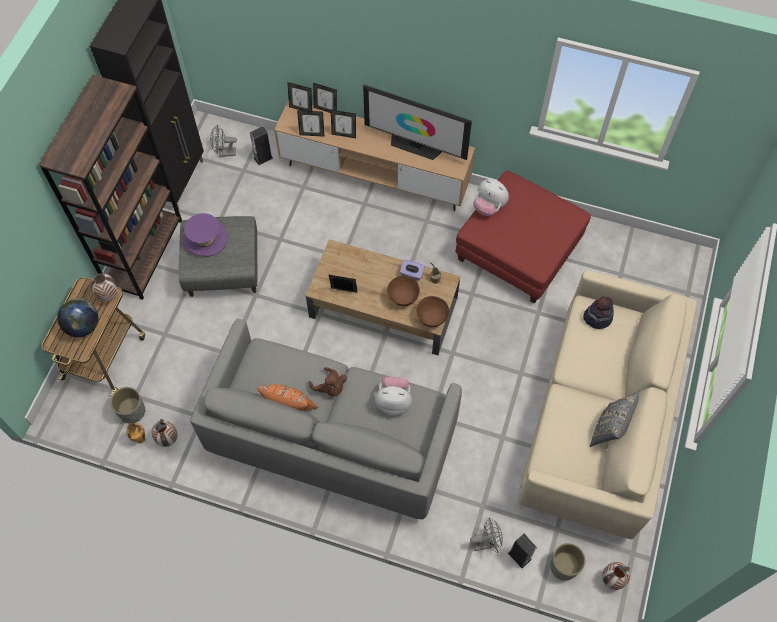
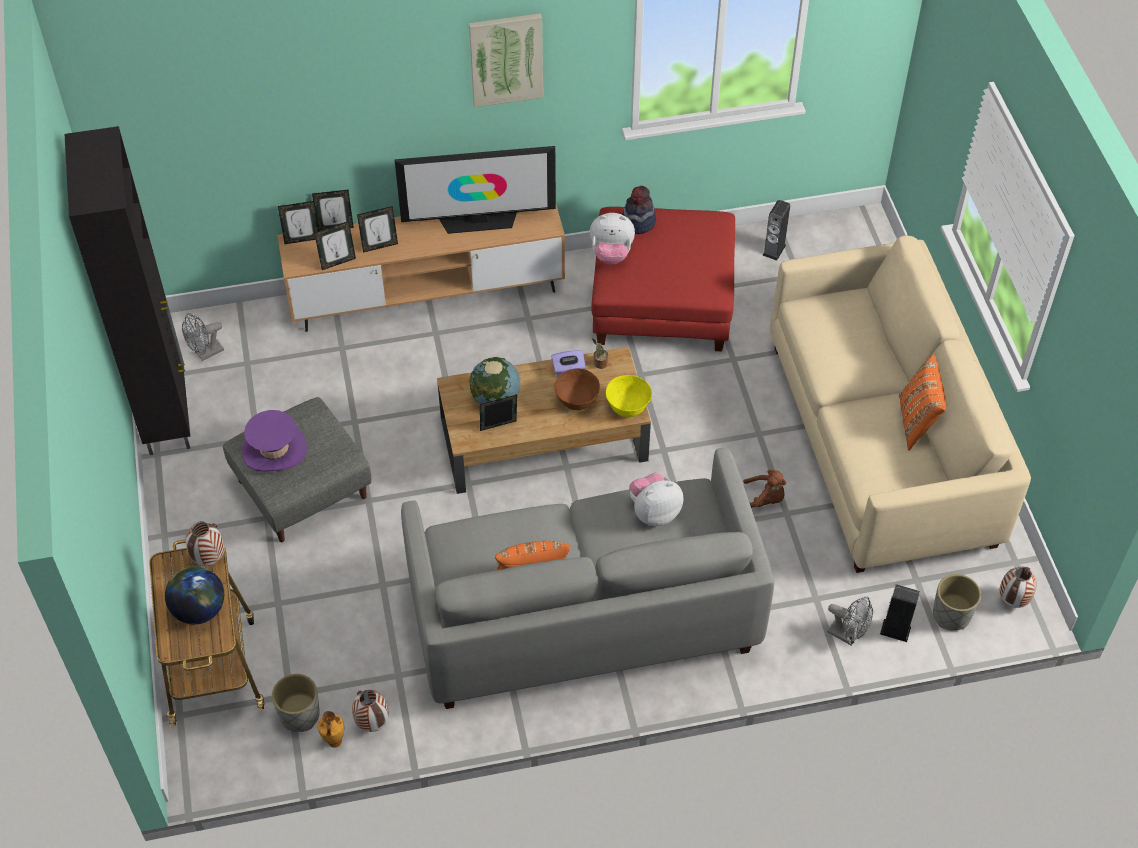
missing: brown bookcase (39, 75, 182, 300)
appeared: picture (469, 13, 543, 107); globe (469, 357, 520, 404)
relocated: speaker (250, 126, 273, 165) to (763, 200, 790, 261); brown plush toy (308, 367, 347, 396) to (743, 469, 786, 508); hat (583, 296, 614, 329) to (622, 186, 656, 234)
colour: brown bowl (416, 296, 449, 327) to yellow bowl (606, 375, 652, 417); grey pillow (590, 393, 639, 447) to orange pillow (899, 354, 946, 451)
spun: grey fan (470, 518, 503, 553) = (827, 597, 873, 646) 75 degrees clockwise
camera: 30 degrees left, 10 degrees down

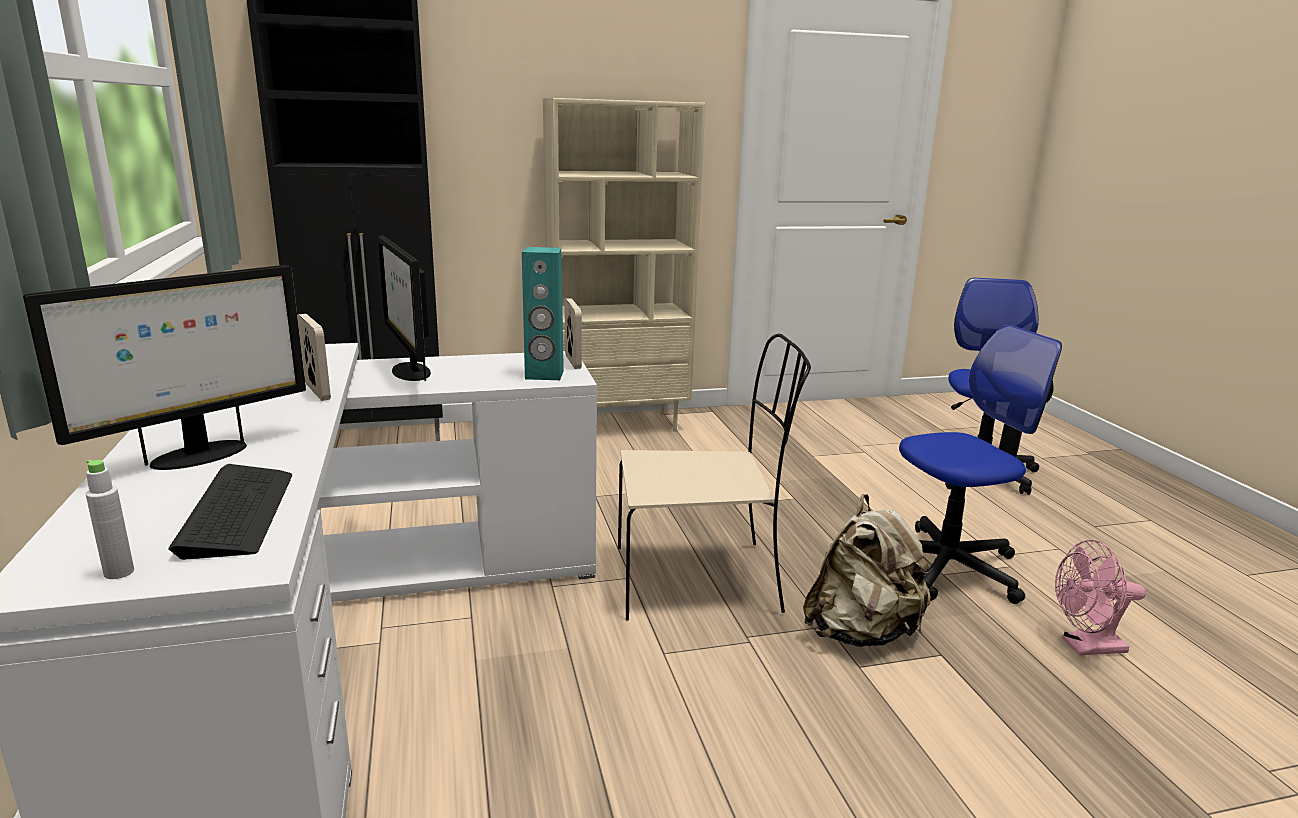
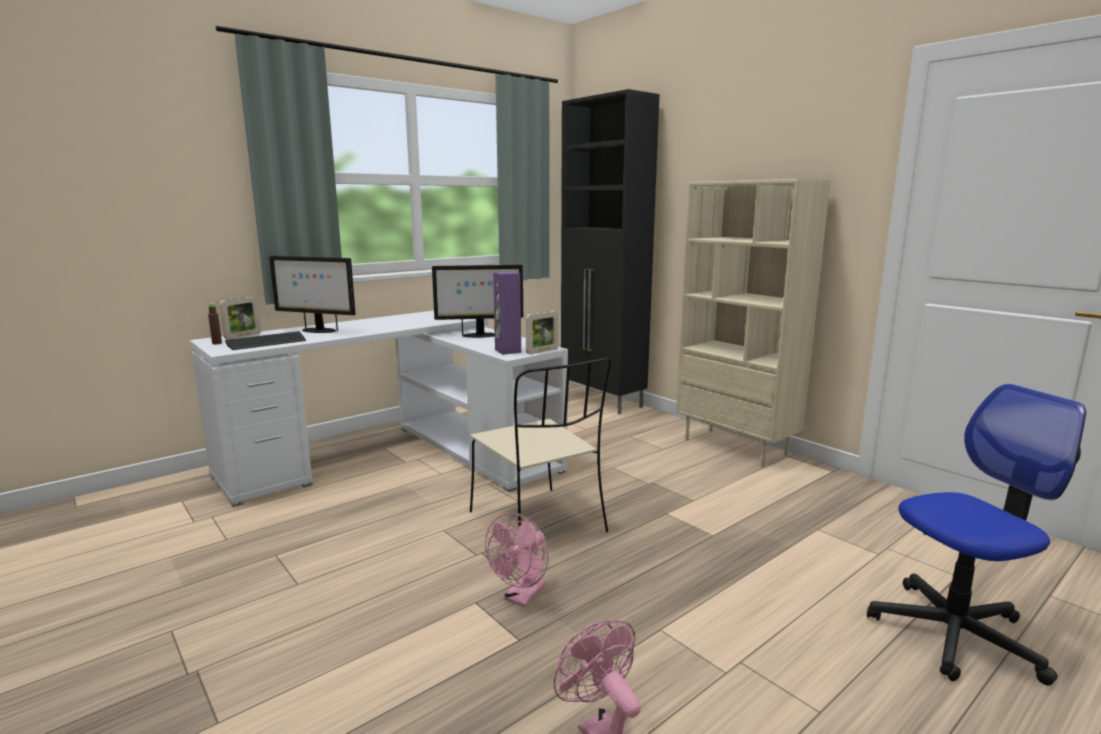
missing: office chair (899, 325, 1062, 604)
relocated: picture frame (297, 314, 331, 401) to (219, 296, 261, 339)
exchanged: beige backpack (803, 494, 933, 647) to pink fan (485, 513, 549, 607)
colour: grey bottle (86, 460, 134, 579) to brown bottle (208, 303, 222, 345); turquoise speaker (522, 247, 564, 380) to purple speaker (493, 271, 521, 355)
spun: monitor (378, 235, 431, 381) = (432, 265, 523, 338) 135 degrees counterclockwise
camera: 65 degrees right, 5 degrees down

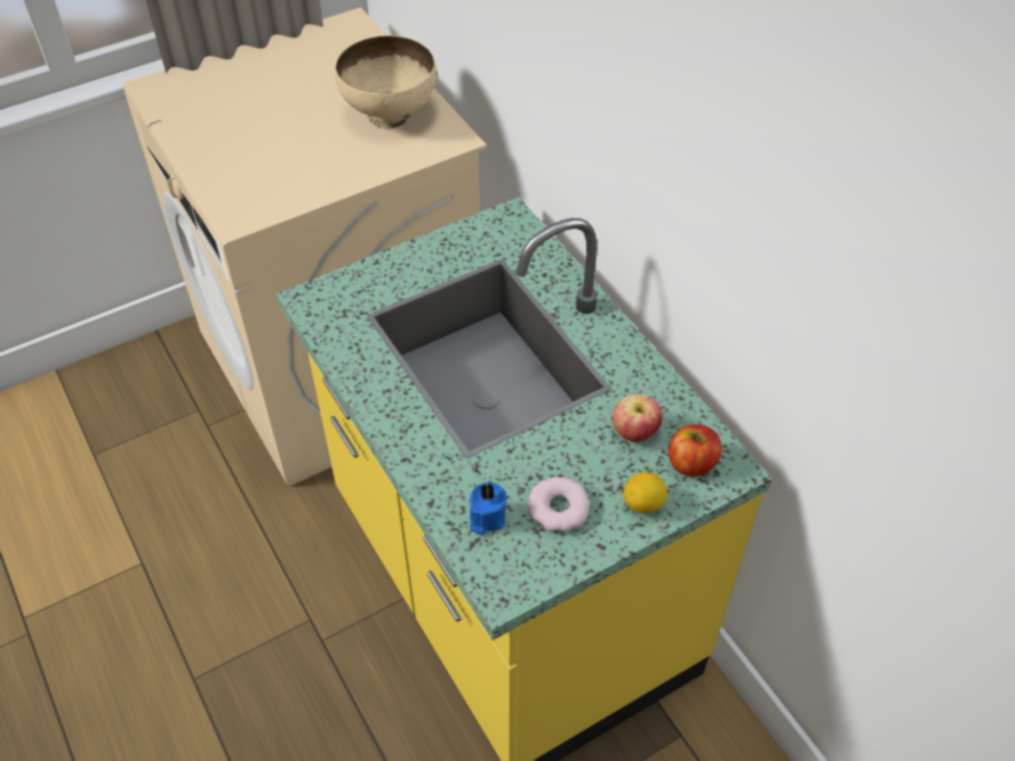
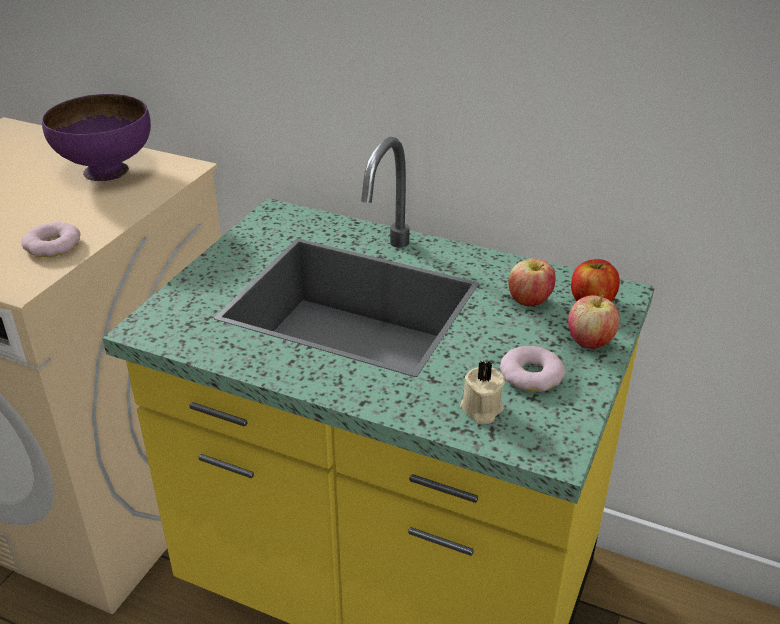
appeared: donut (21, 222, 80, 257)
exchanged: lemon (623, 472, 668, 513) to apple (568, 295, 620, 349)
colour: beige bowl (335, 35, 437, 129) to purple bowl (42, 94, 151, 181); blue candle (470, 482, 507, 535) to beige candle (460, 360, 505, 424)
camera: 35 degrees left, 15 degrees down

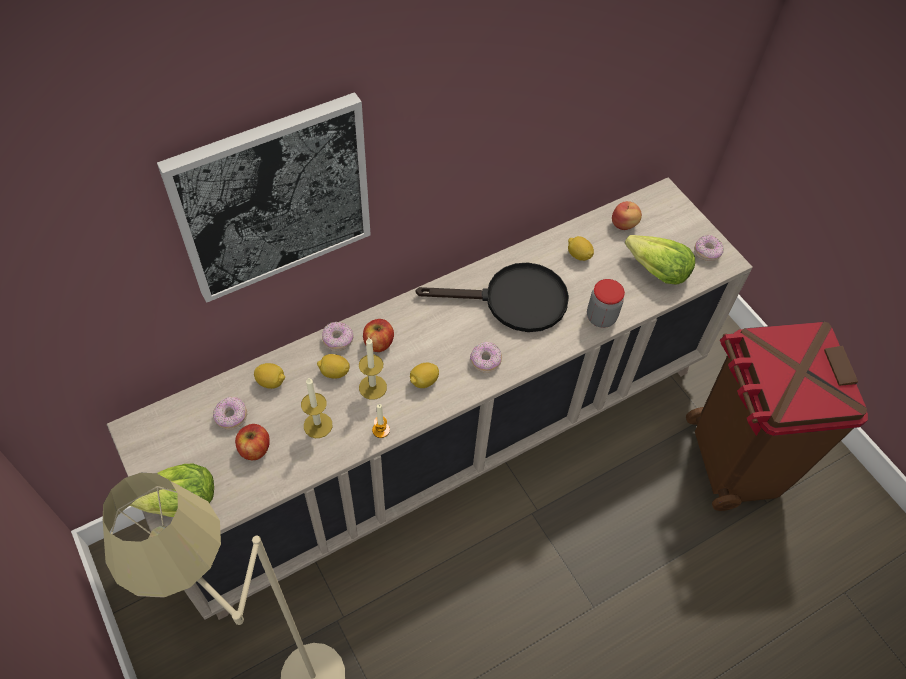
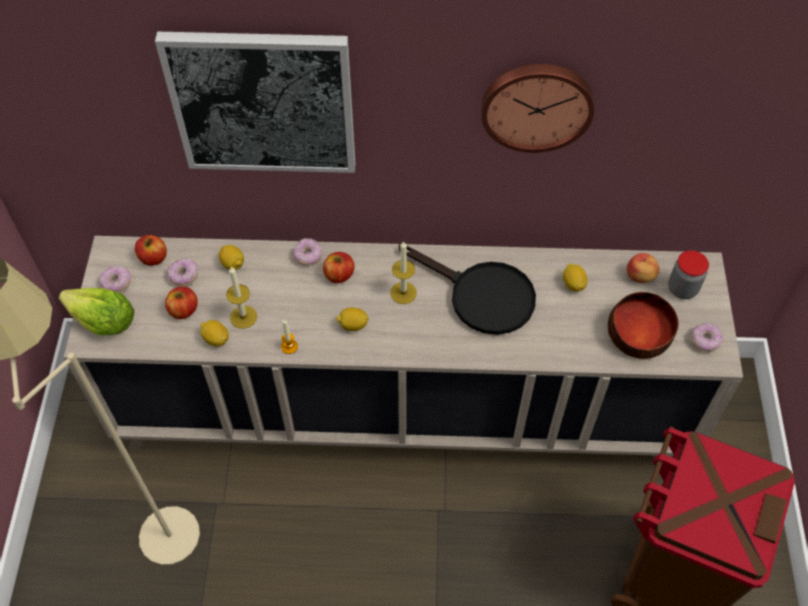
appeared: apple (135, 235, 167, 266); wall clock (482, 64, 594, 153)
relocated: lemon (317, 354, 350, 379) to (200, 320, 229, 346); candle (359, 338, 387, 400) to (390, 241, 417, 304); donut (470, 342, 502, 373) to (99, 266, 131, 293); jar (587, 279, 625, 328) to (668, 250, 709, 299)
exchanged: lettuce (625, 235, 695, 285) to bowl (608, 292, 679, 359)
camera: 35 degrees right, 0 degrees up

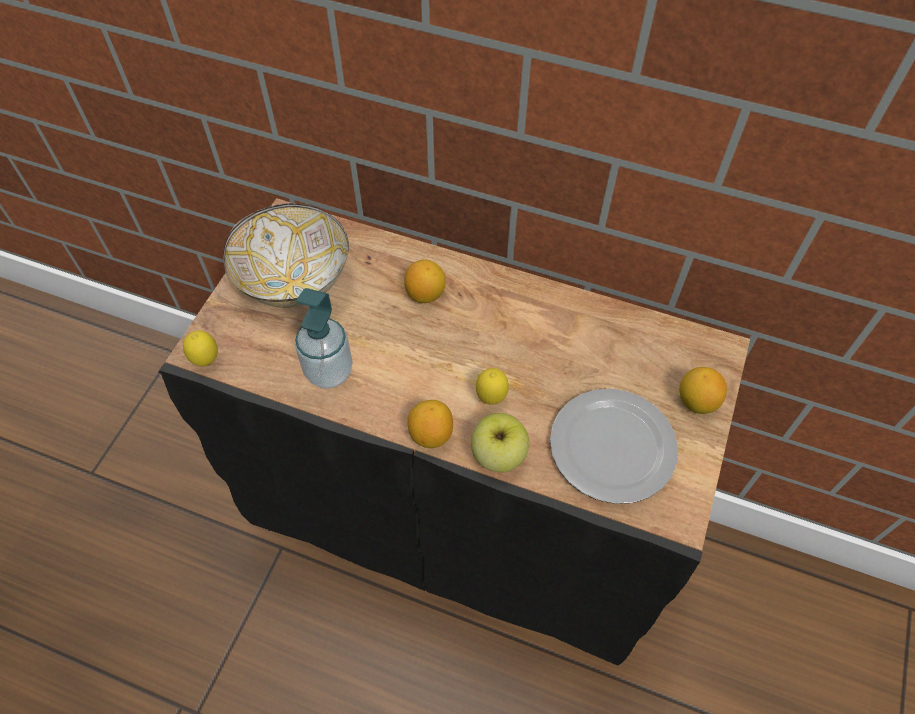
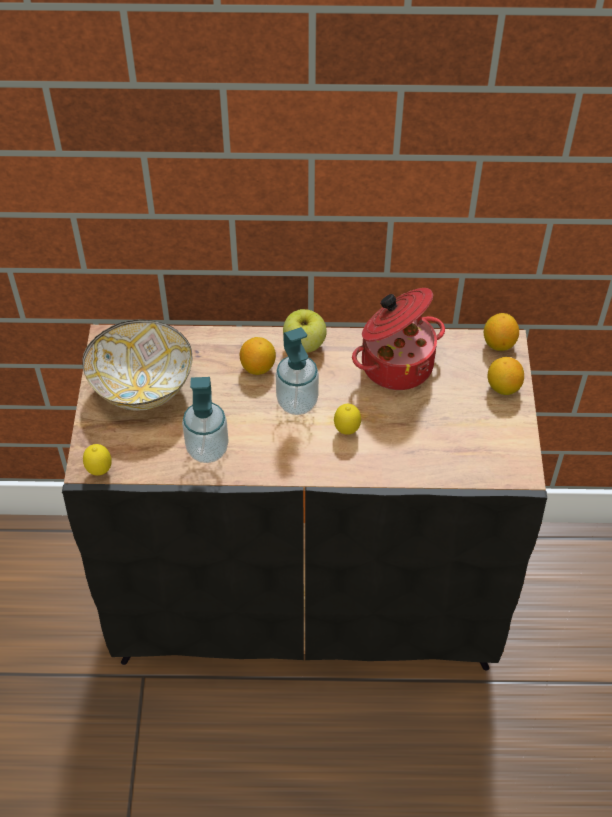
missing: plate (550, 389, 678, 504)
appeared: soap dispenser (276, 327, 319, 415); cooking pot (352, 288, 445, 390)
relocated: lemon (407, 400, 453, 448) to (484, 313, 519, 351); apple (471, 413, 529, 472) to (283, 309, 327, 353)
camera: 20 degrees left, 5 degrees down

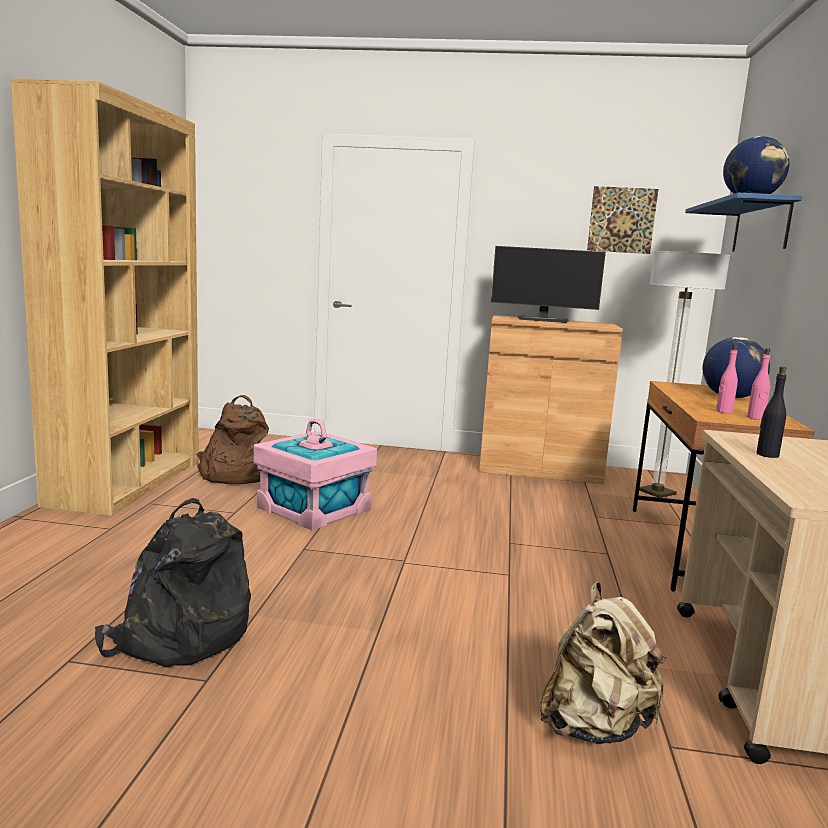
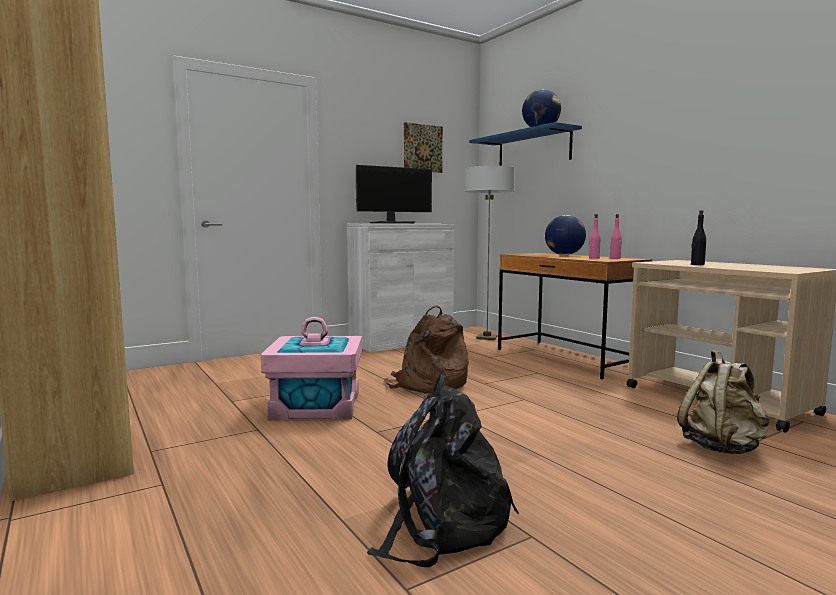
relocated: brown backpack (196, 395, 269, 484) to (384, 305, 469, 394)
colour: brown cabinet (479, 315, 623, 484) to white cabinet (347, 224, 454, 352)
camera: 40 degrees left, 5 degrees down

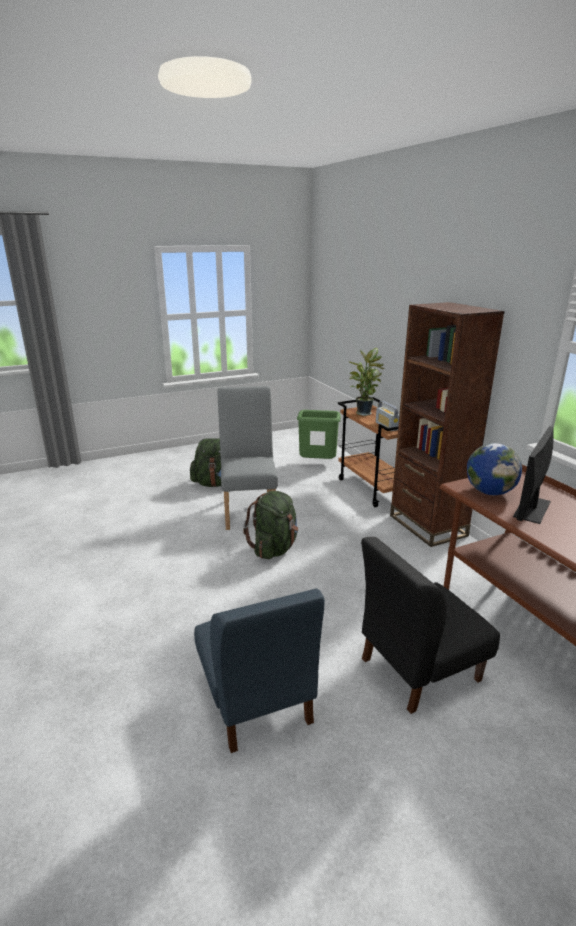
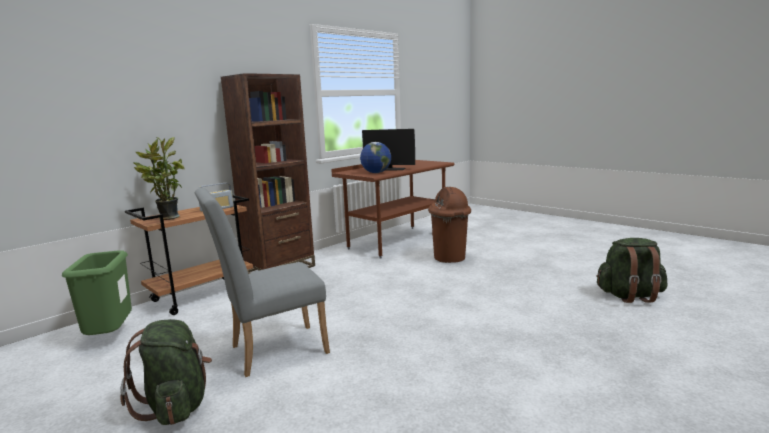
missing: blue chair (194, 588, 325, 753)
relocated: green backpack (243, 491, 299, 559) to (596, 238, 668, 303)
exchanged: black chair (361, 537, 500, 714) to brown trash can (428, 187, 471, 263)
camera: 110 degrees left, 10 degrees down

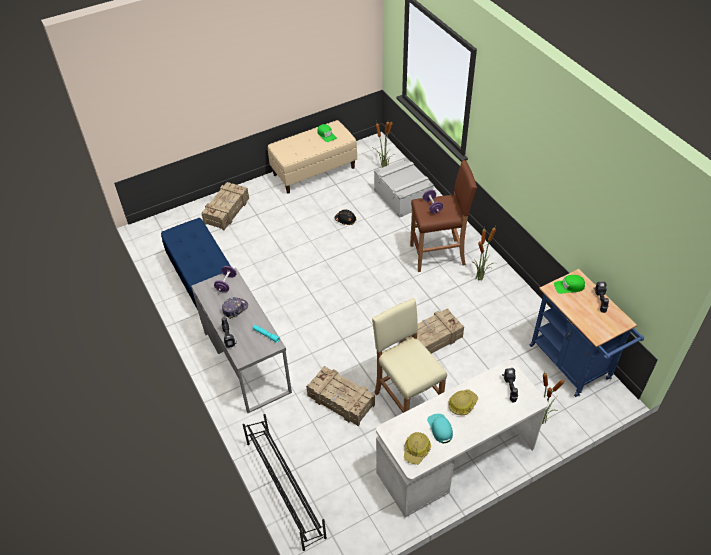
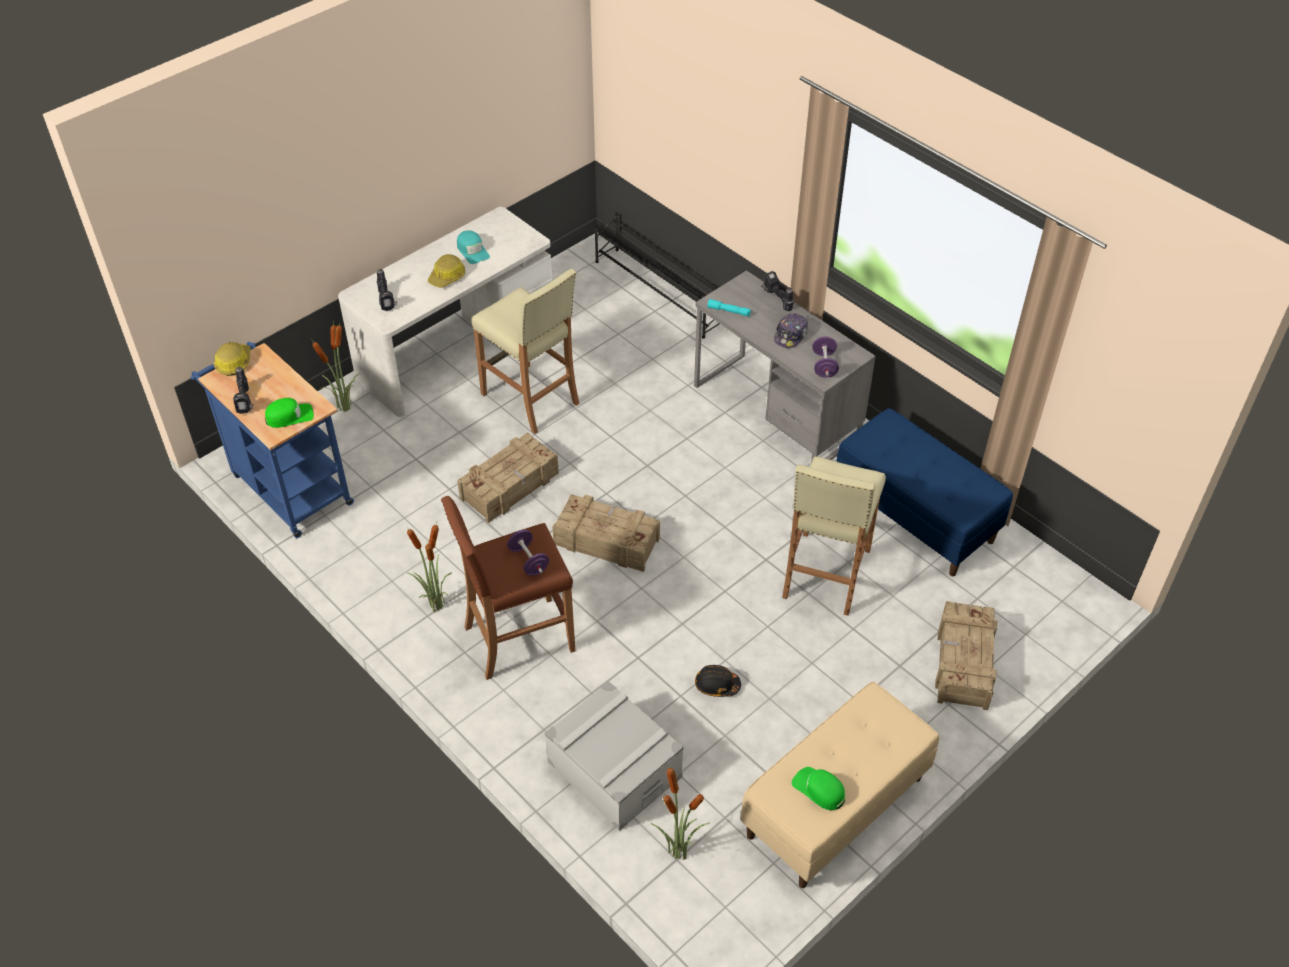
appeared: beige stool (782, 456, 886, 616)
relocated: crate (306, 366, 375, 426) to (552, 494, 660, 572); hard hat (404, 432, 431, 465) to (214, 342, 251, 376)
camera: 165 degrees right, 0 degrees up

